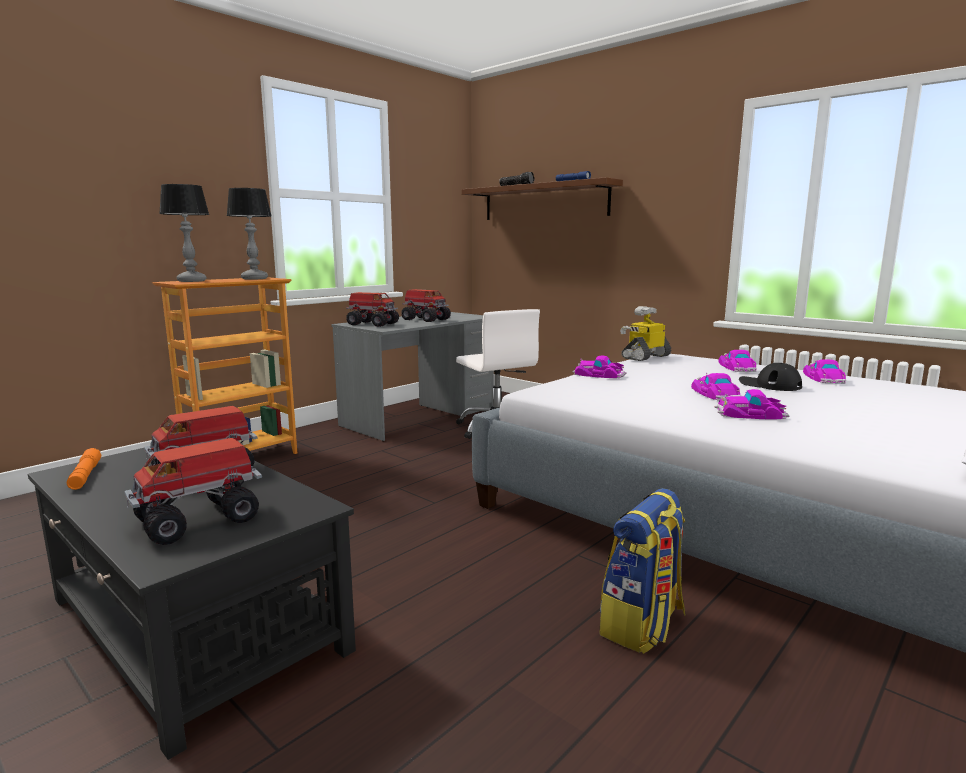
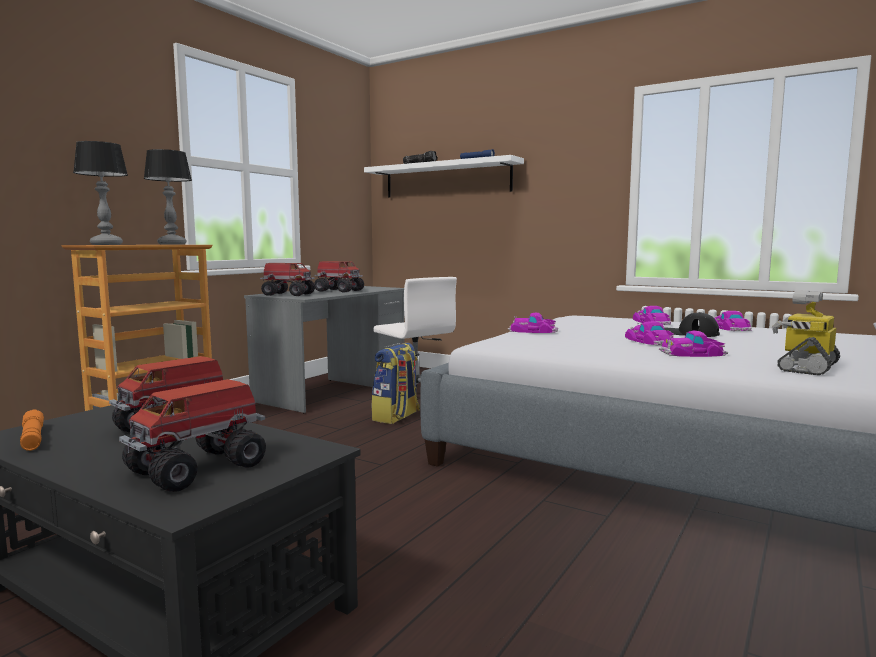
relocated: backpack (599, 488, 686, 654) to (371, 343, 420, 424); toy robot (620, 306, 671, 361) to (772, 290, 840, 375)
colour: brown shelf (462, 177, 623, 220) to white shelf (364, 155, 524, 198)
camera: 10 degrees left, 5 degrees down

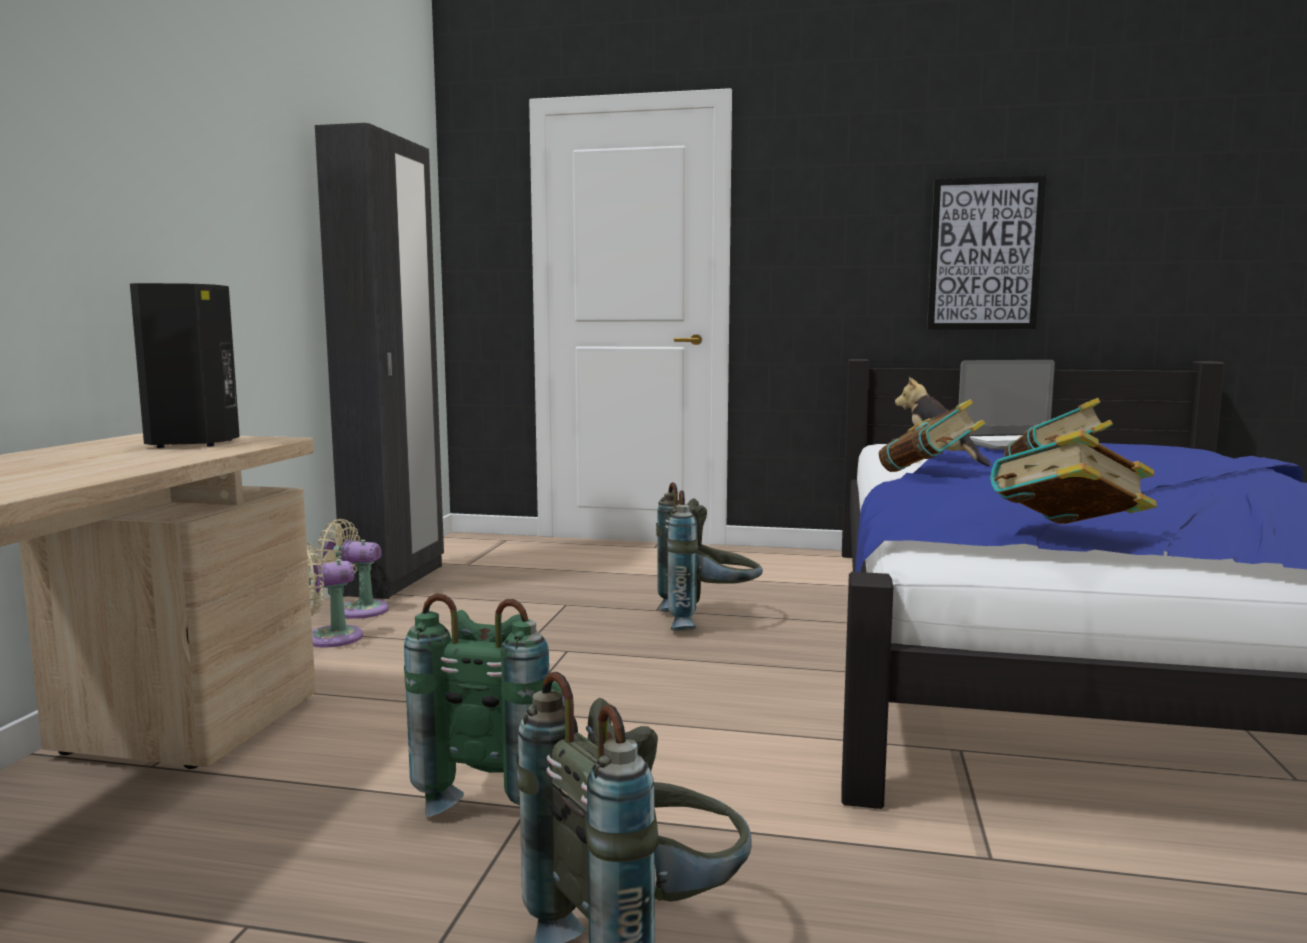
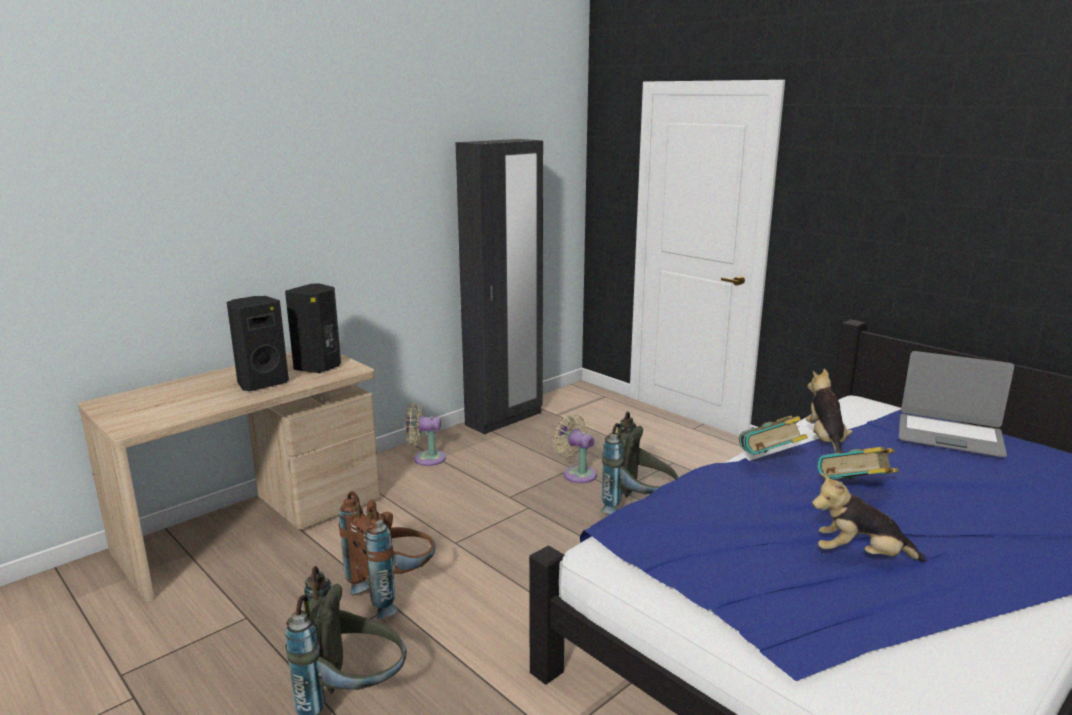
missing: picture (927, 175, 1046, 330); book (990, 430, 1157, 524)
appeared: black speaker (227, 296, 289, 391); plush toy (812, 473, 927, 562)
relocated: beige fan (316, 519, 389, 619) to (553, 414, 597, 483)
colour: green backpack (404, 593, 565, 817) to brown backpack (339, 491, 436, 619)
camera: 35 degrees right, 10 degrees up

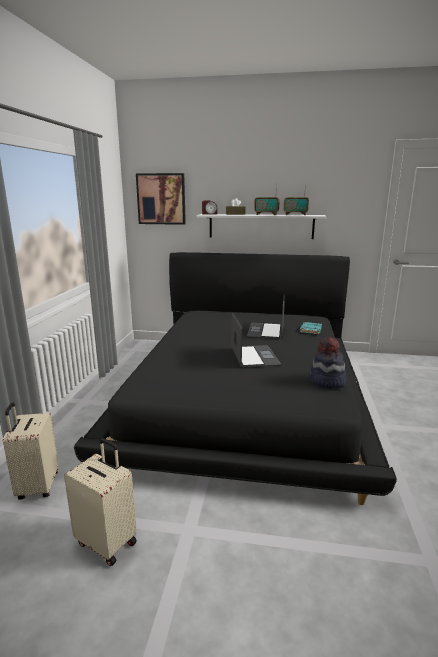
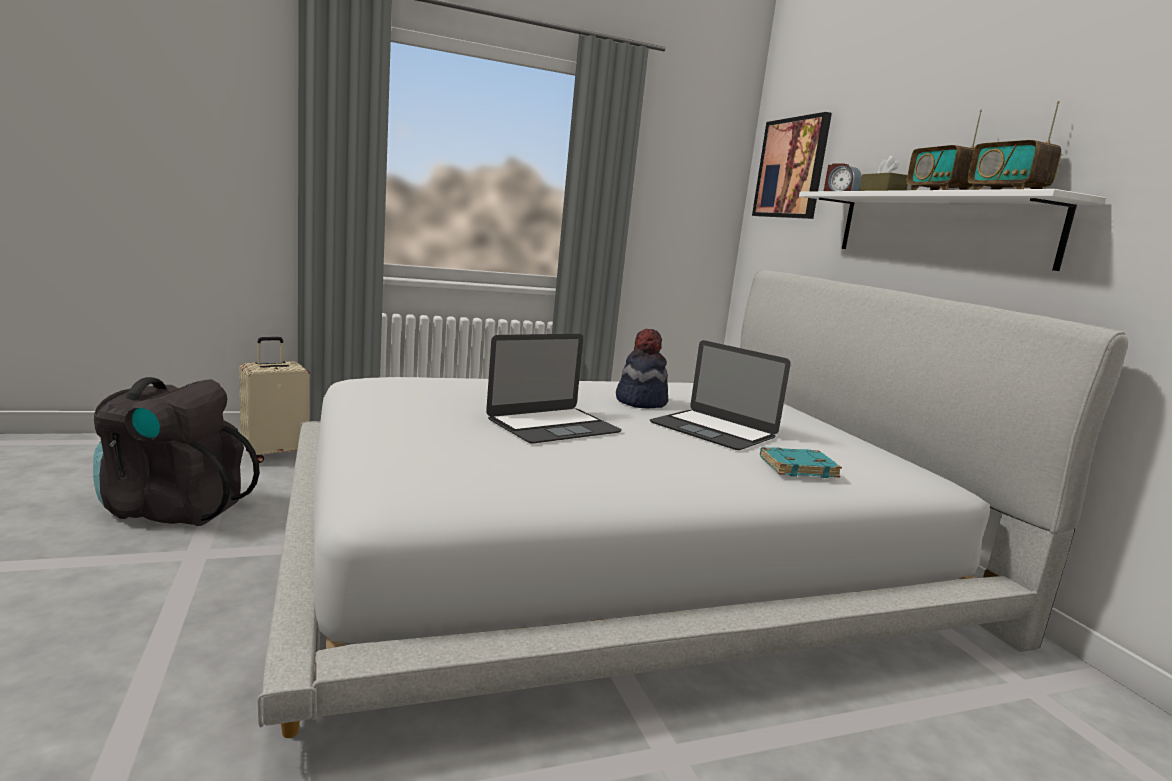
relocated: hat (310, 337, 346, 389) to (616, 329, 668, 408)
exchanged: beige suitcase (64, 438, 137, 566) to black backpack (93, 377, 260, 526)
colour: black bed (74, 252, 397, 505) to white bed (258, 270, 1128, 738)
spun: laptop (247, 295, 285, 339) = (650, 340, 791, 450) 120 degrees counterclockwise
camera: 60 degrees right, 5 degrees down

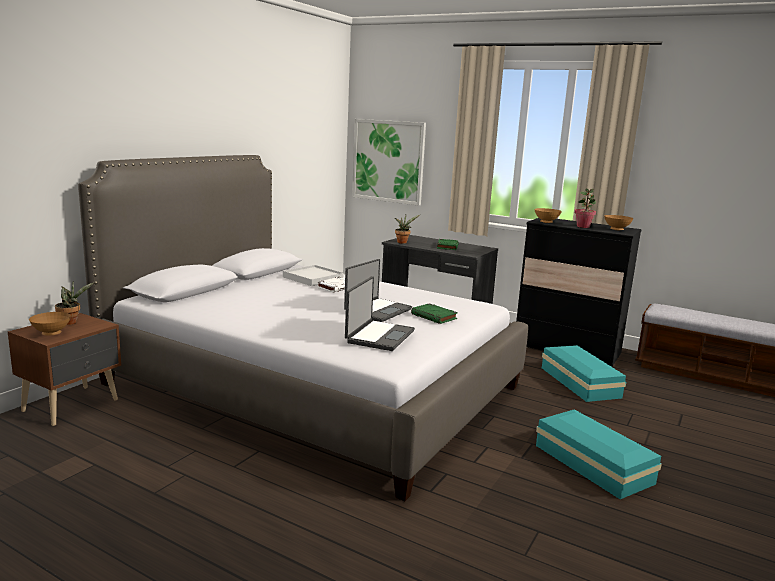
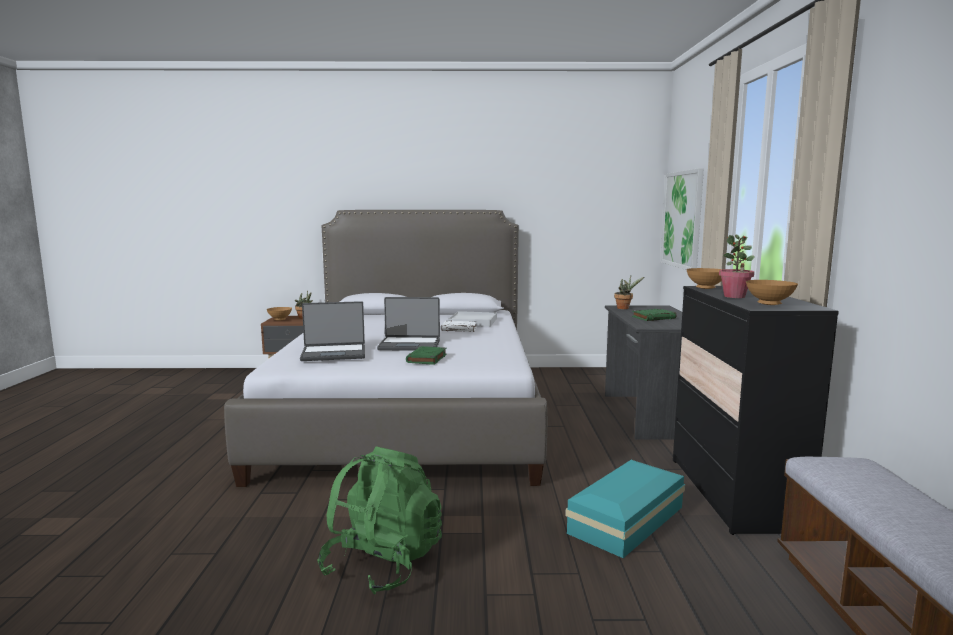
exchanged: turquoise storage box (536, 410, 662, 499) to green backpack (317, 446, 442, 594)
camera: 60 degrees right, 5 degrees down

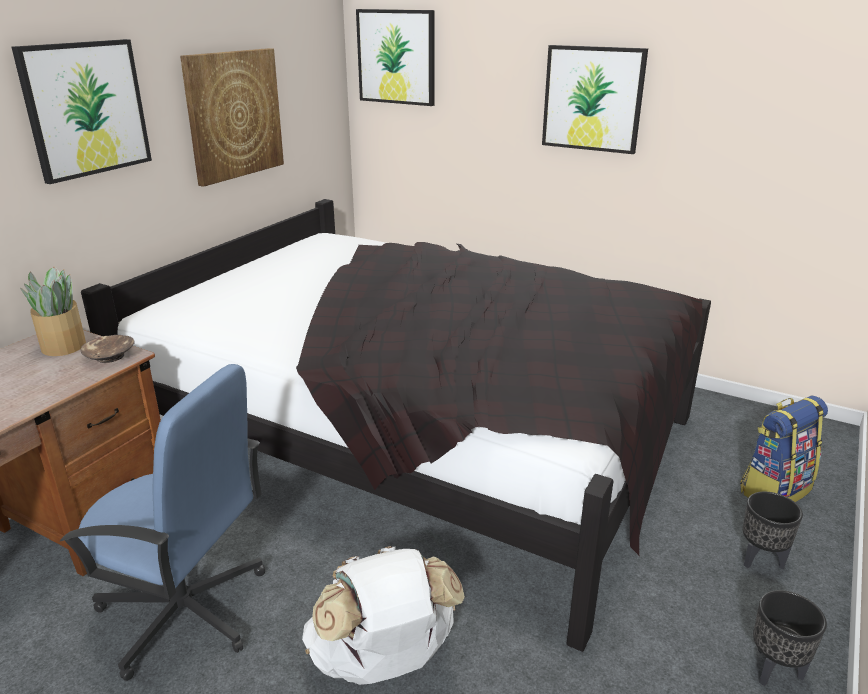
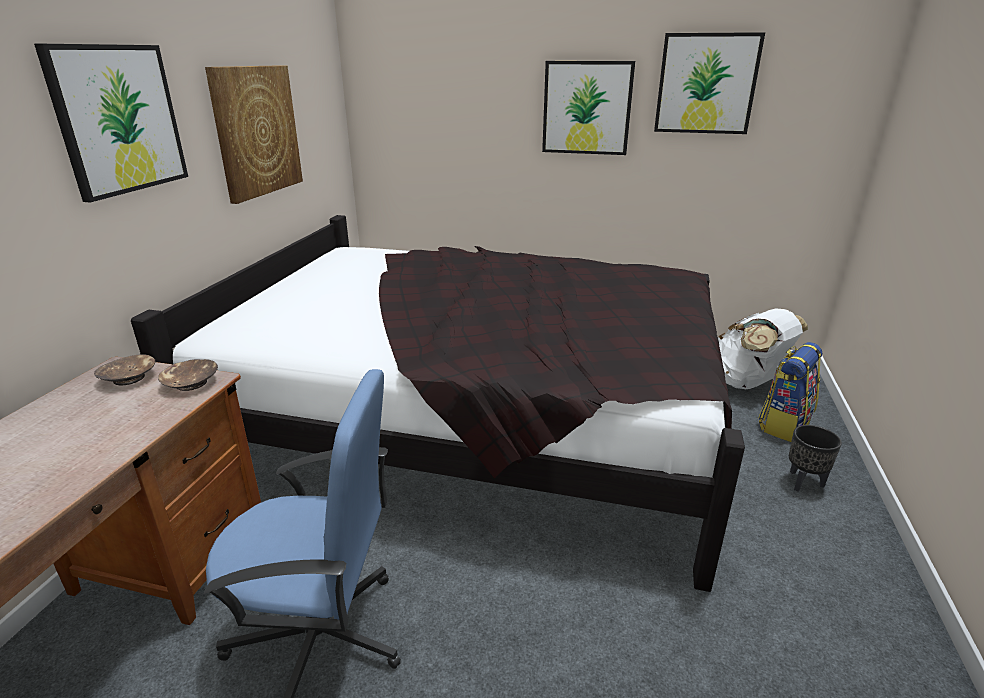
missing: black planter (753, 590, 827, 686)
relocated: white backpack (302, 546, 465, 685) to (718, 308, 808, 389); picture (356, 9, 434, 106) to (654, 32, 765, 134)
exchanged: potted plant (20, 267, 86, 356) to brown bowl (94, 354, 155, 385)
camera: 15 degrees left, 0 degrees up

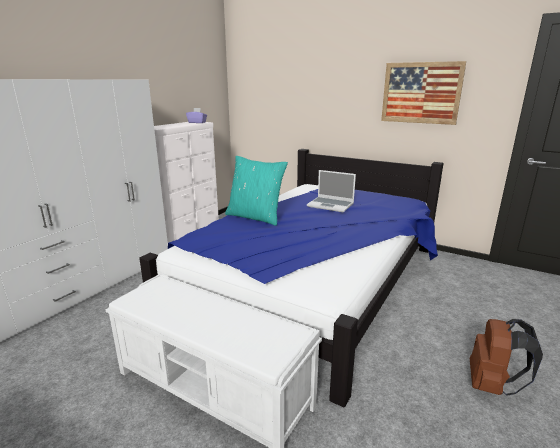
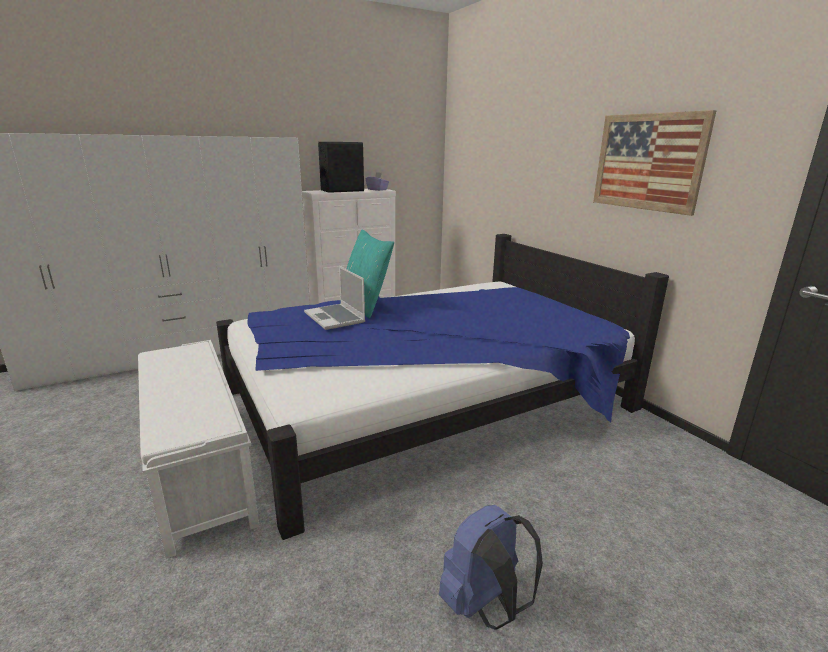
appeared: black speaker (318, 142, 364, 193)
relocated: laptop (307, 170, 356, 212) to (304, 266, 365, 330)
colour: brown backpack (470, 319, 543, 396) to blue backpack (439, 505, 543, 630)
camera: 30 degrees right, 0 degrees up

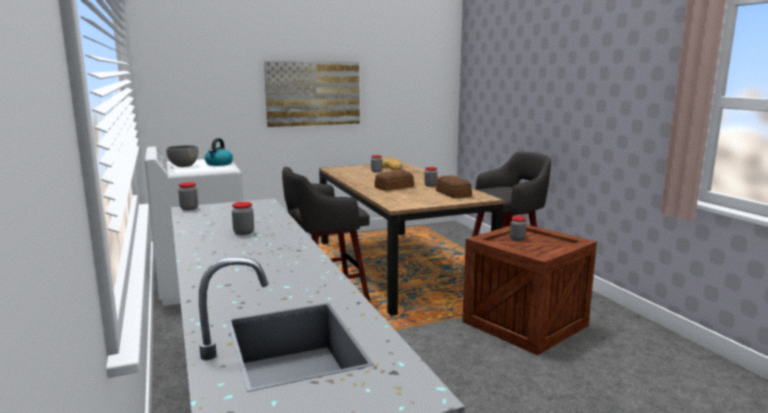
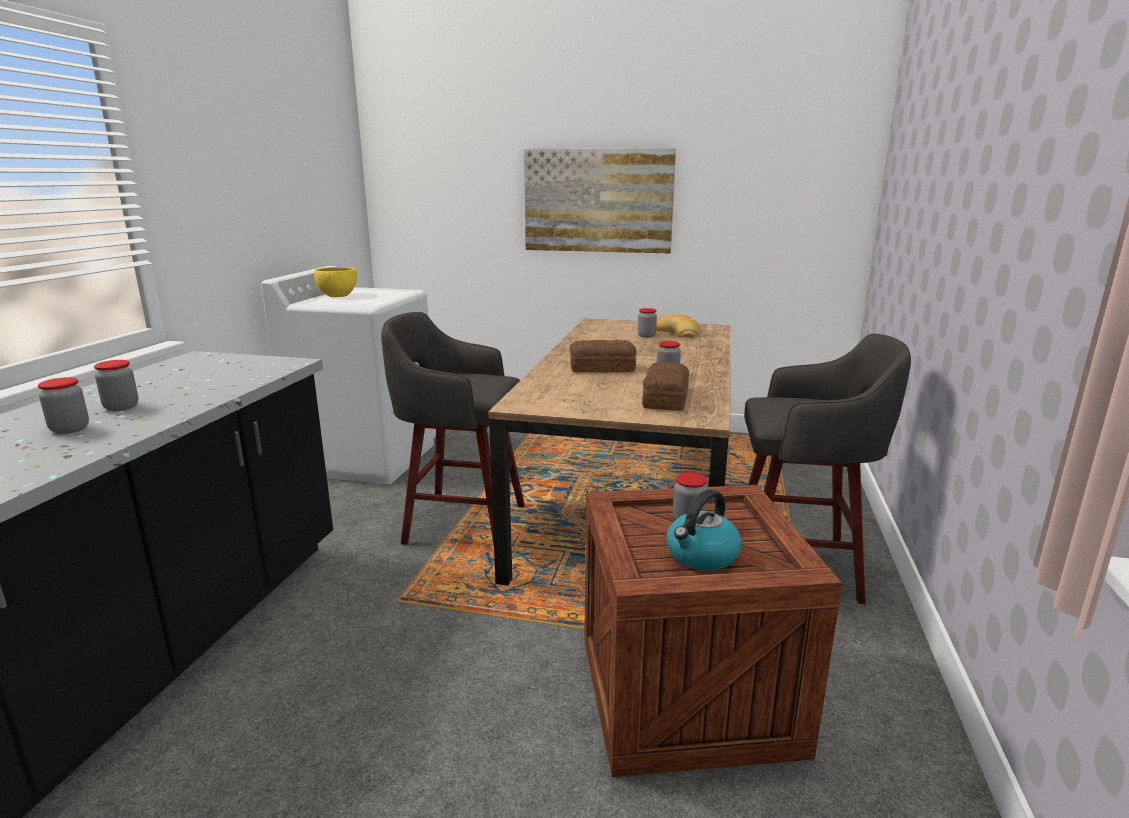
relocated: jar (178, 182, 198, 210) to (38, 377, 89, 434); kettle (205, 138, 233, 166) to (667, 489, 742, 571)
colour: grey bowl (166, 145, 198, 167) to yellow bowl (314, 267, 357, 297)
camera: 35 degrees right, 5 degrees up

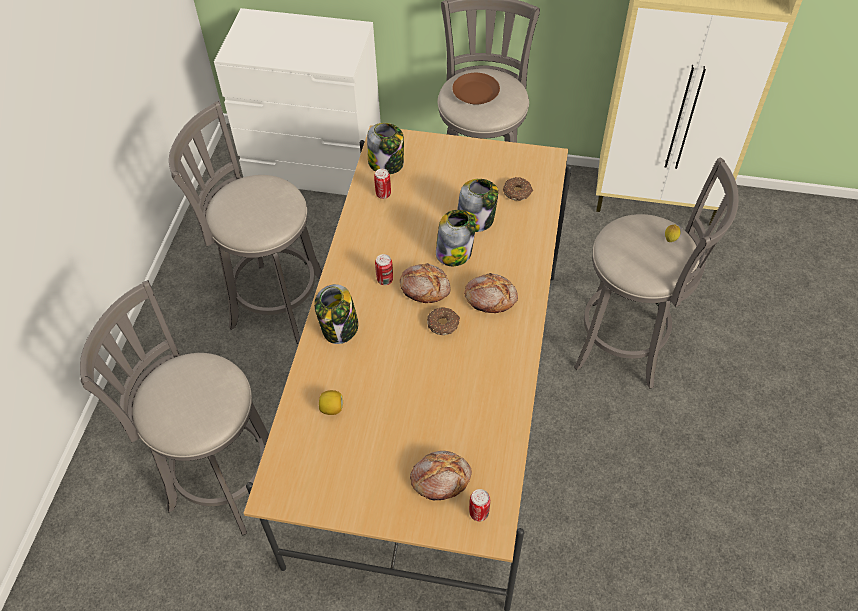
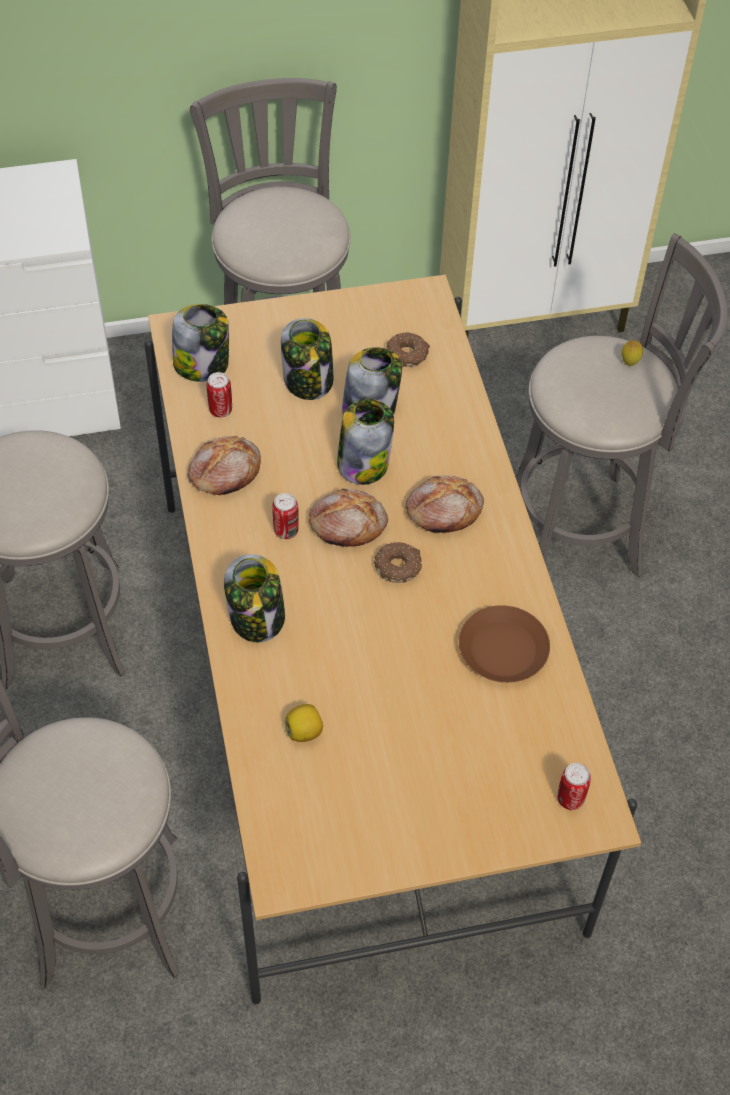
appeared: jar (281, 318, 333, 400)
relocated: bread (410, 451, 472, 500) to (188, 436, 261, 495); brown plate (452, 73, 500, 105) to (459, 605, 550, 683)
camera: 25 degrees left, 0 degrees up

